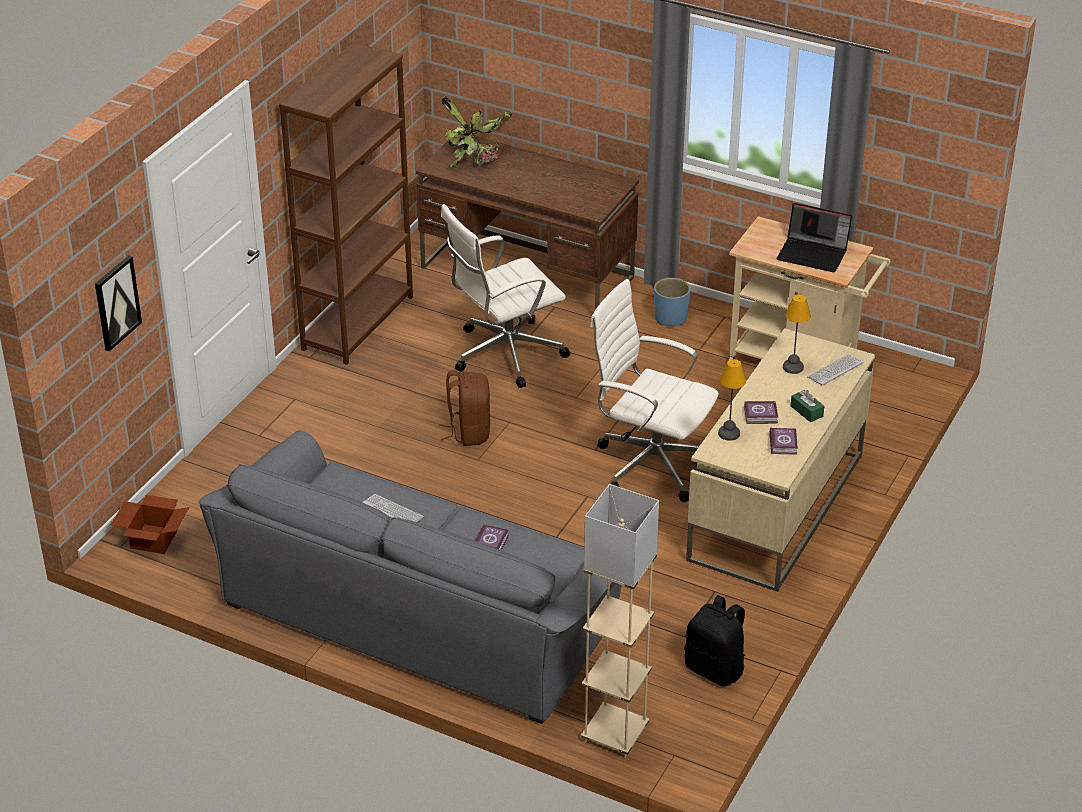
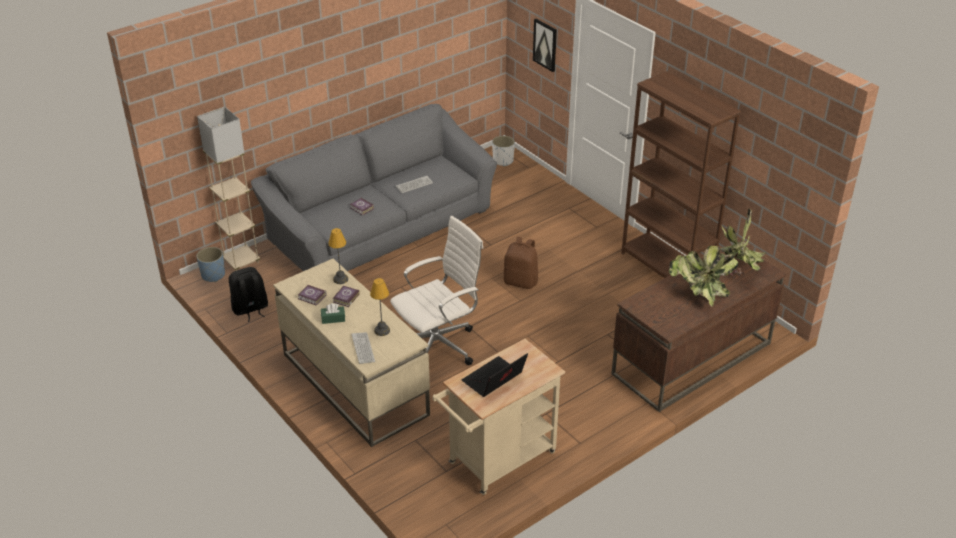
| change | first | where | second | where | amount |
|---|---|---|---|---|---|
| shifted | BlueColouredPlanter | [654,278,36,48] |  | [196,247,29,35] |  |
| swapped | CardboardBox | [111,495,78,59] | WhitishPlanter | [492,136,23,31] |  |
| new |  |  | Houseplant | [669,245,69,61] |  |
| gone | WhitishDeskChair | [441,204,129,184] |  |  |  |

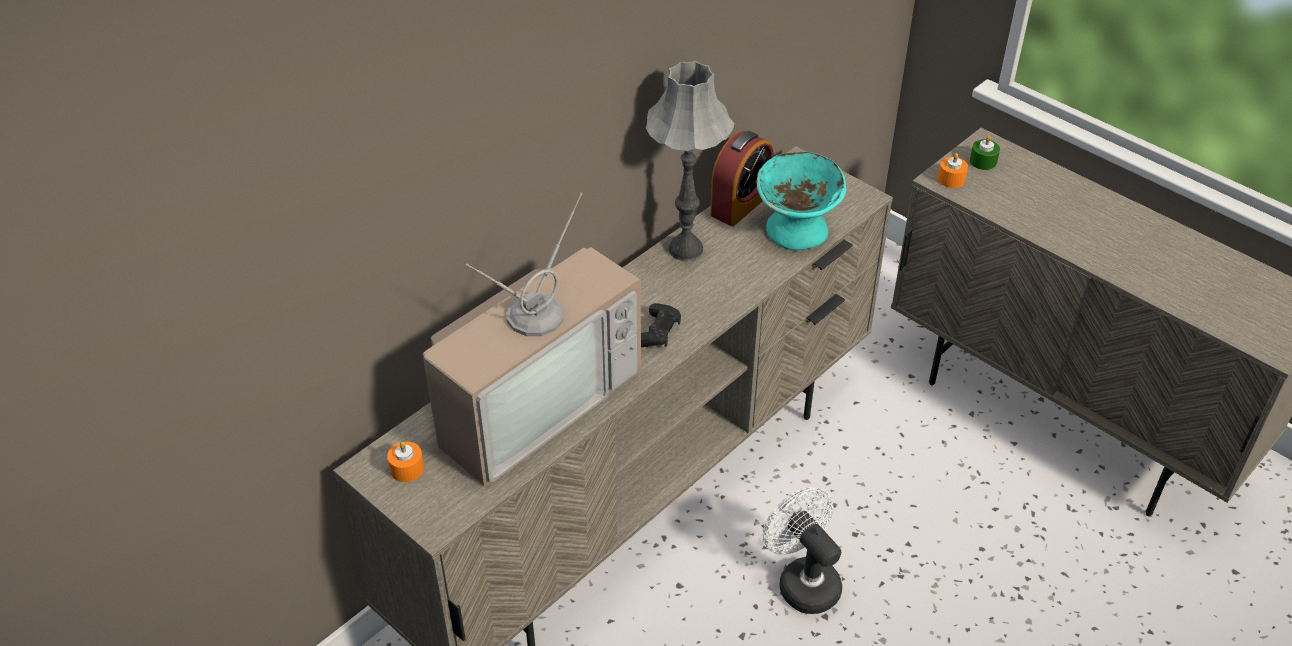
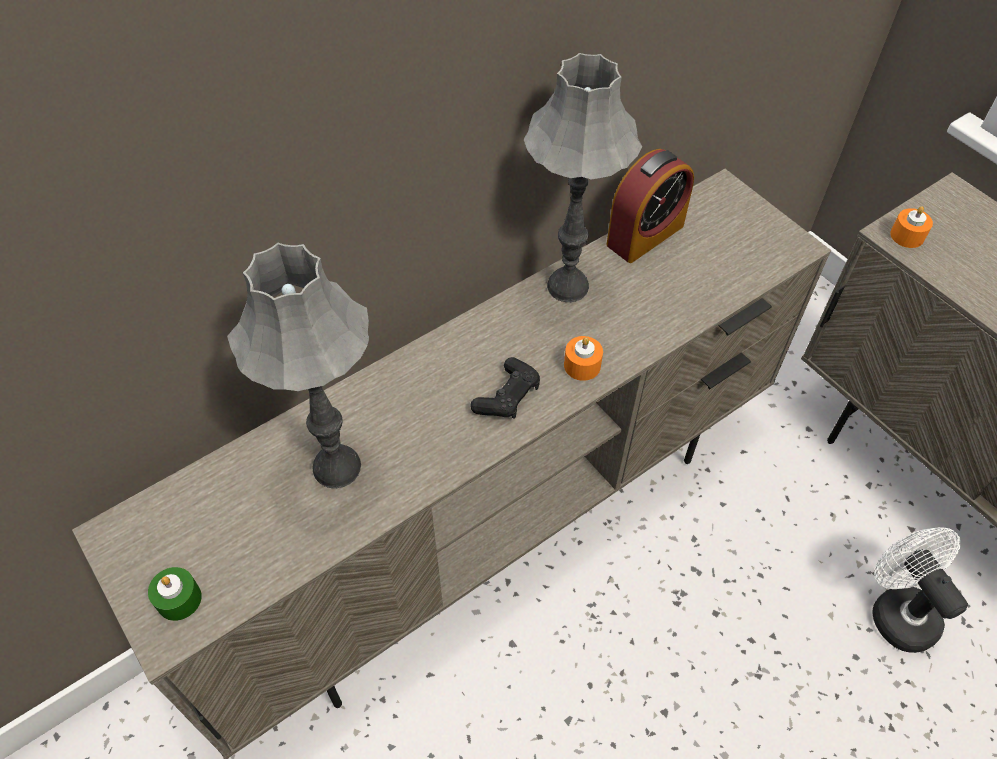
| change | first | where | second | where | amount |
|---|---|---|---|---|---|
| shifted | GreenishWaxLight | [970,135,30,35] |  | [148,567,54,54] |  |
| swapped | Tv | [423,192,218,294] | GrayTableLamp | [227,243,142,245] |  |
| shifted | OrangeyWaxLight | [387,441,37,41] |  | [564,336,39,45] |  |
| shifted | WhitishElectricFan | [763,487,79,127] |  | [873,527,95,126] |  |
| gone | TurquoiseServingBowl | [757,152,89,98] |  |  |  |

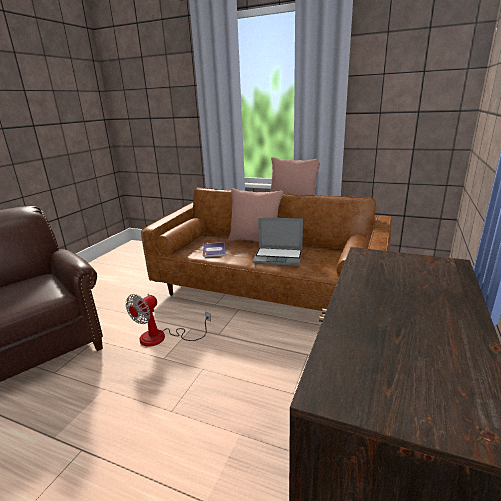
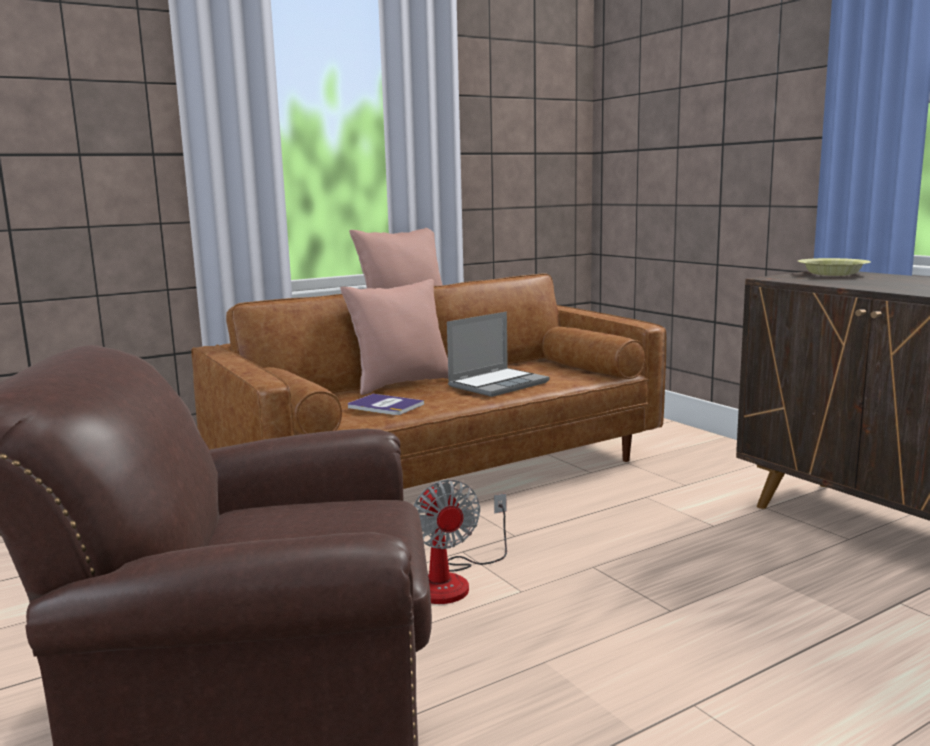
| change | first | where | second | where | amount |
|---|---|---|---|---|---|
| new |  |  | YellowishServingBowl | [798,258,73,18] |  |

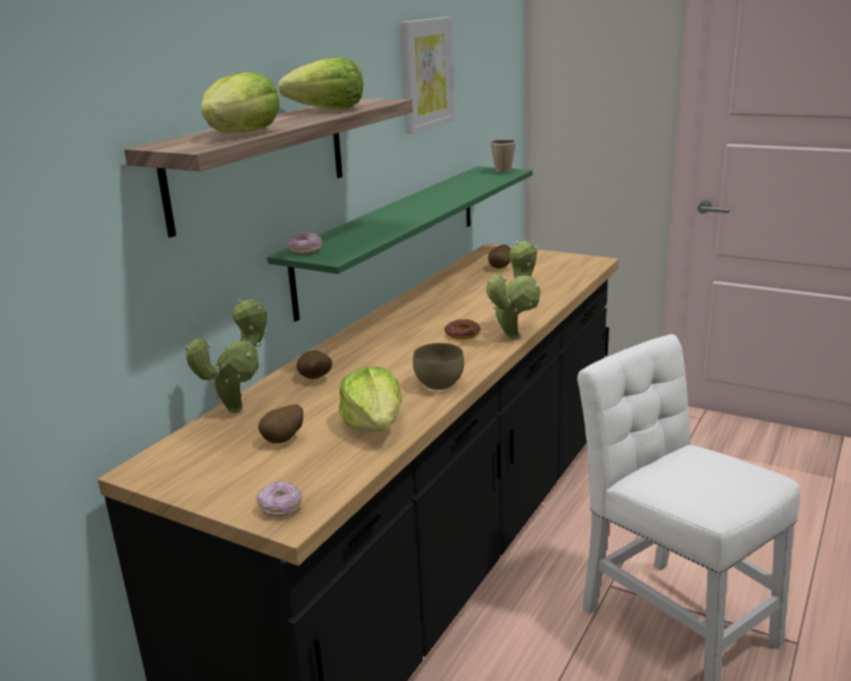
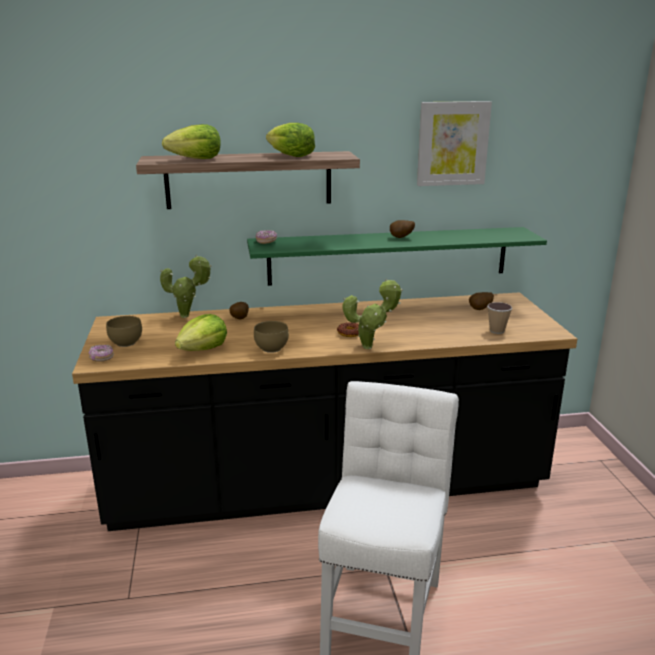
| change | first | where | second | where | amount |
|---|---|---|---|---|---|
| new |  |  | BrownServingBowl | [106,316,36,31] |  |
| shifted | Potato | [258,404,45,39] |  | [390,220,25,18] |  |
| shifted | SmallCup | [490,140,26,33] |  | [487,302,25,32] |  |

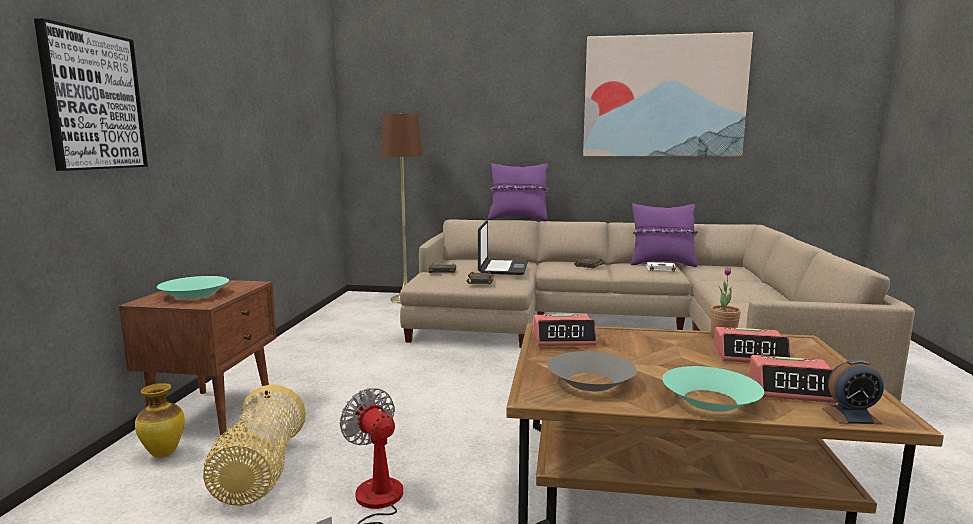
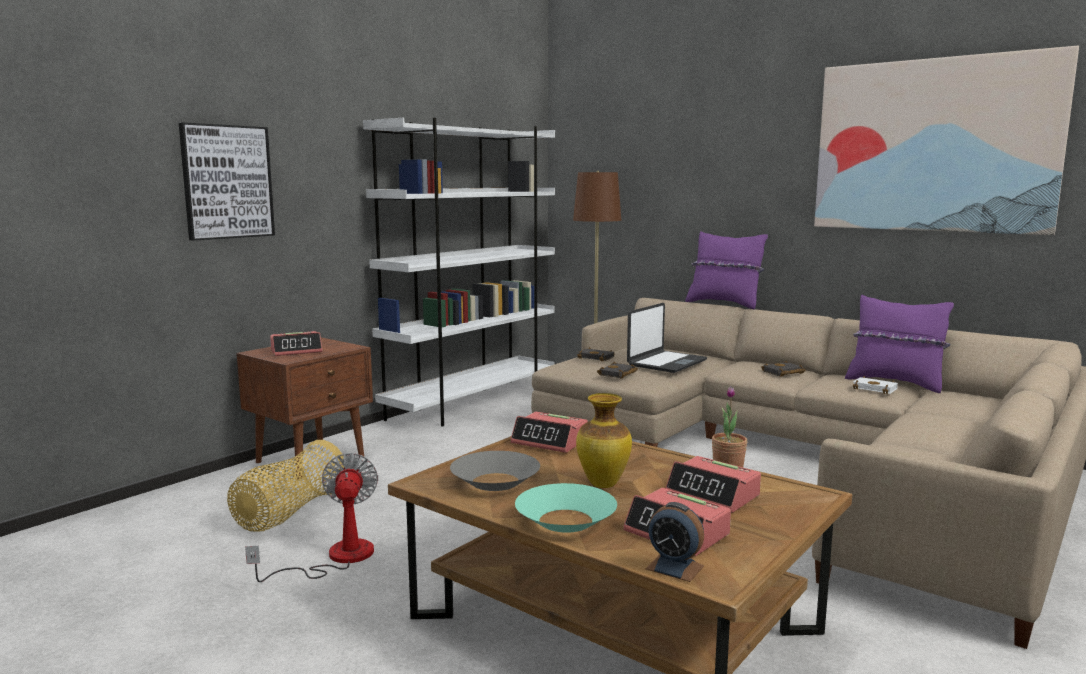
| change | first | where | second | where | amount |
|---|---|---|---|---|---|
| swapped | TurquoiseServingBowl | [157,276,72,23] | TableClock | [270,331,52,25] |  |
| new |  |  | WhitishShelvingUnit | [363,118,192,308] |  |
| shifted | DecorativeVase | [135,383,50,75] |  | [576,393,56,95] |  |

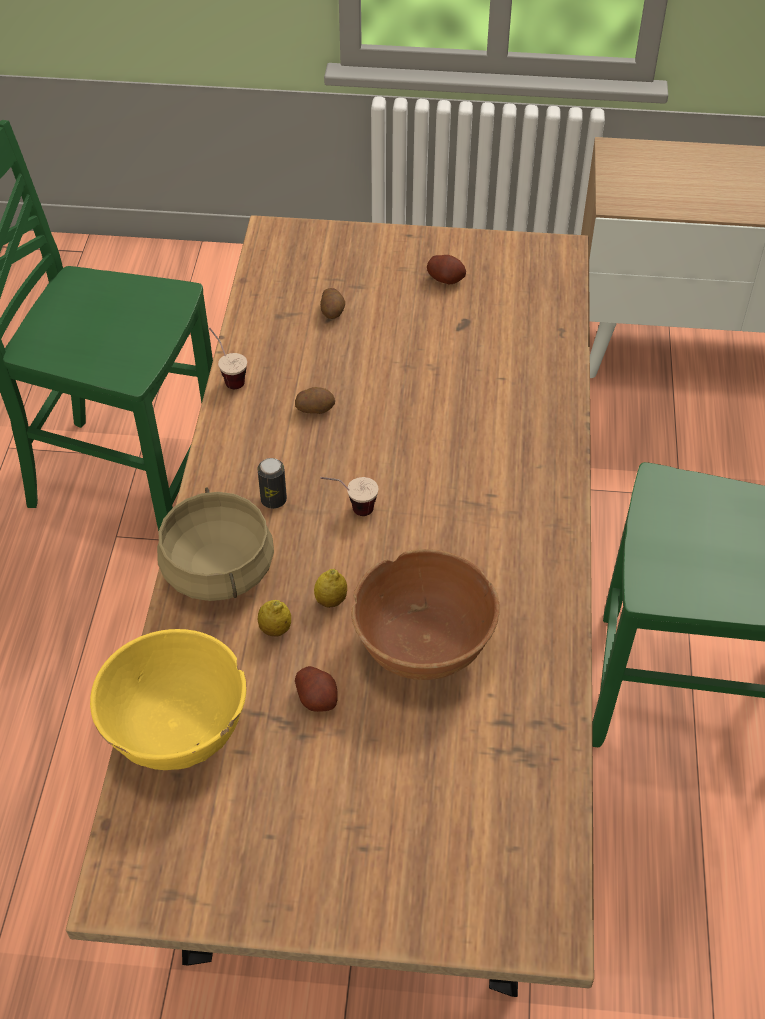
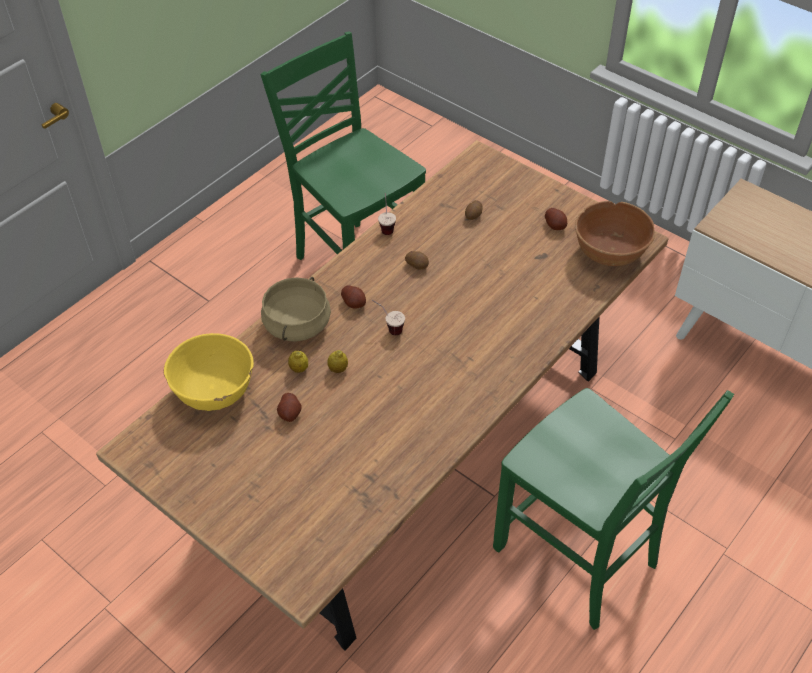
| change | first | where | second | where | amount |
|---|---|---|---|---|---|
| swapped | SealedCan | [257,458,30,51] | Potato | [341,285,25,24] |  |
| shifted | BrownServingBowl | [351,549,148,131] |  | [575,201,80,65] |  |

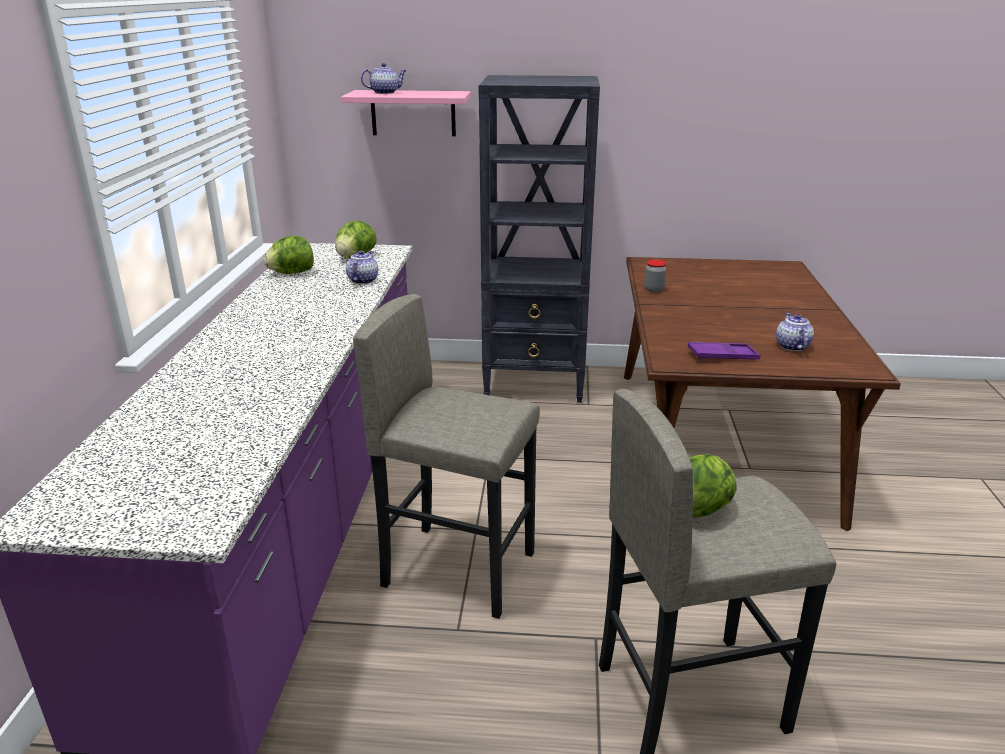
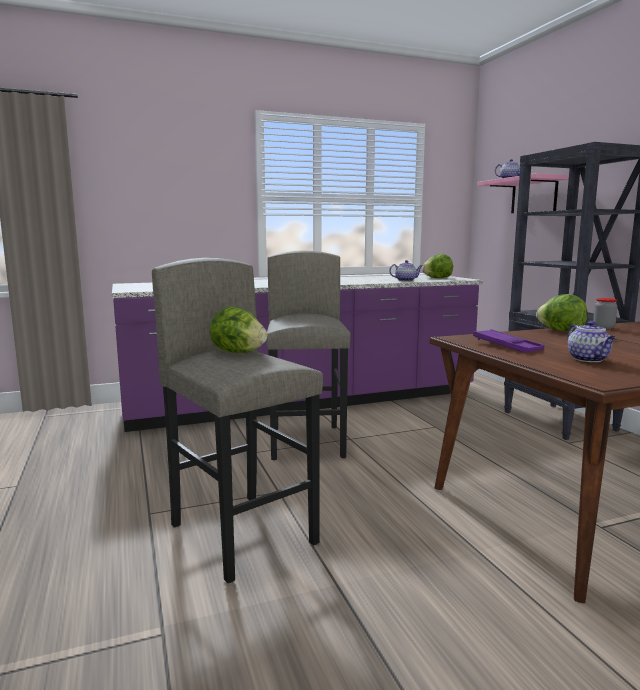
| change | first | where | second | where | amount |
|---|---|---|---|---|---|
| shifted | LettuceHead | [264,236,50,38] |  | [536,294,52,38] |  |
| rotated | TeaPot | [776,312,38,39] |  | [568,321,48,41] | 105 degrees clockwise |

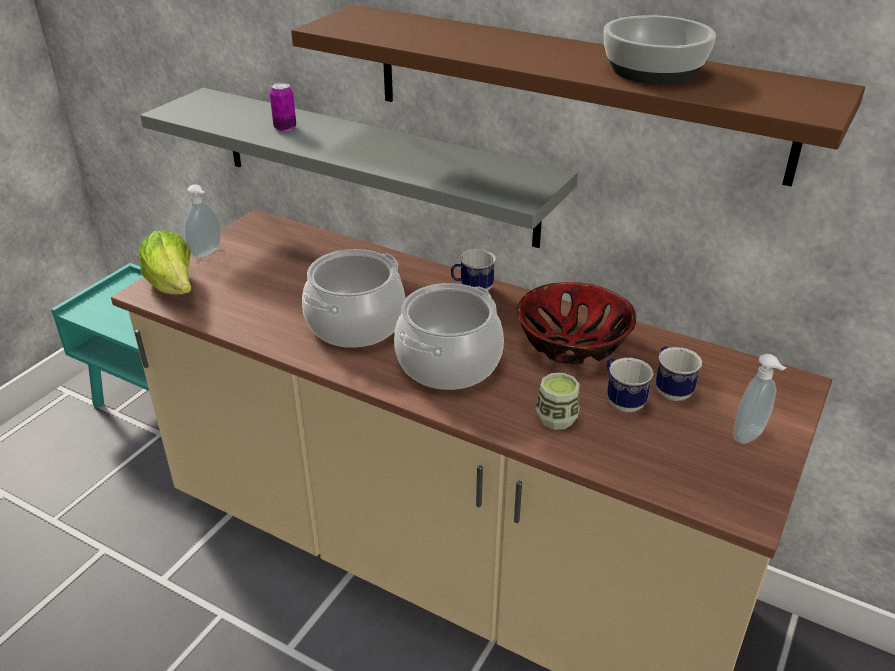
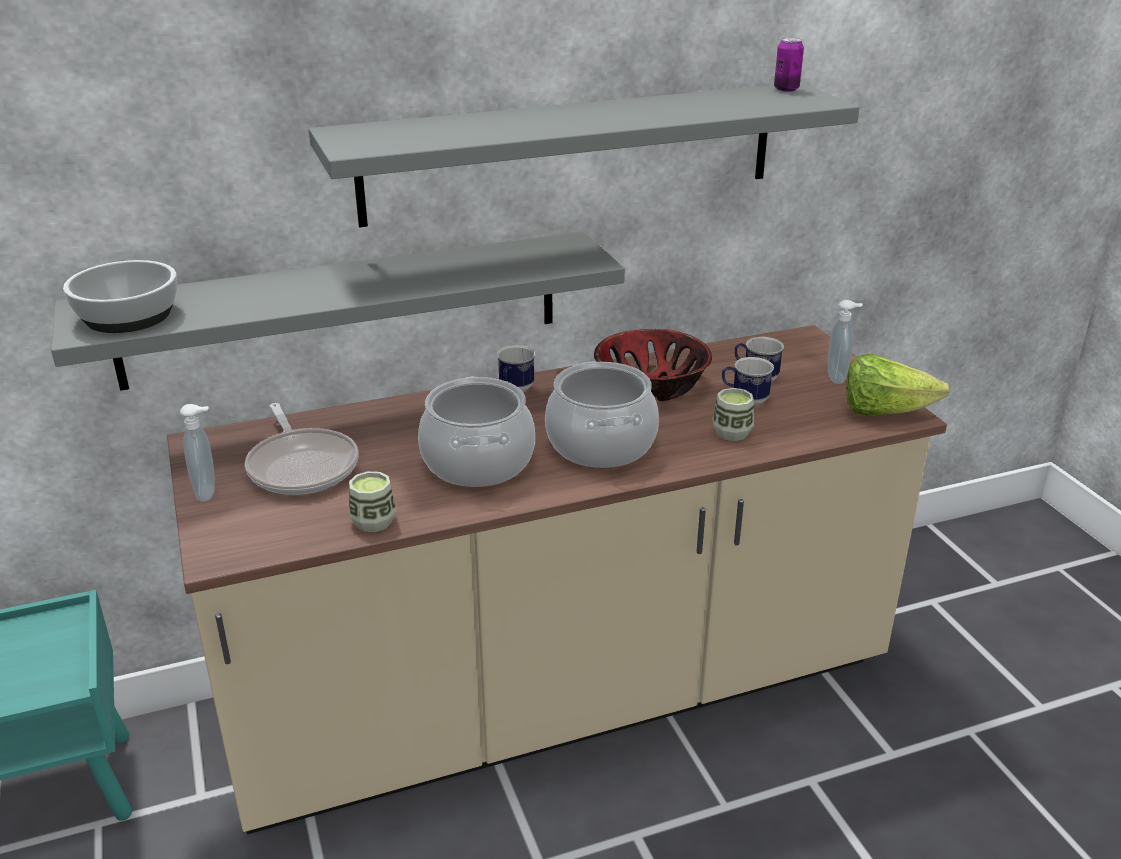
| change | first | where | second | where | amount |
|---|---|---|---|---|---|
| shifted | ServingBowl | [604,15,112,69] |  | [63,260,114,73] |  |
| new |  |  | Skillet | [245,403,113,92] |  |
| repainted | BrownWallShelf | [291,5,574,181] | GrayWallShelf | [309,82,550,146] |  |
| new |  |  | SmallCup | [349,471,47,61] |  |
| shifted | SealedCan | [269,83,27,48] |  | [774,37,30,55] |  |
| shifted | LettuceHead | [138,230,53,65] |  | [846,354,104,62] |  |

